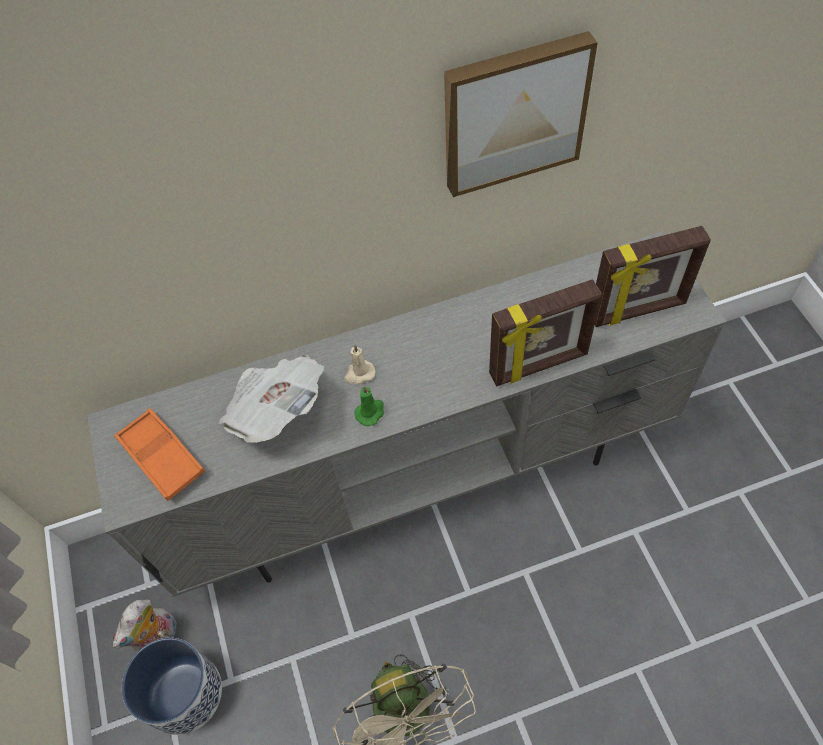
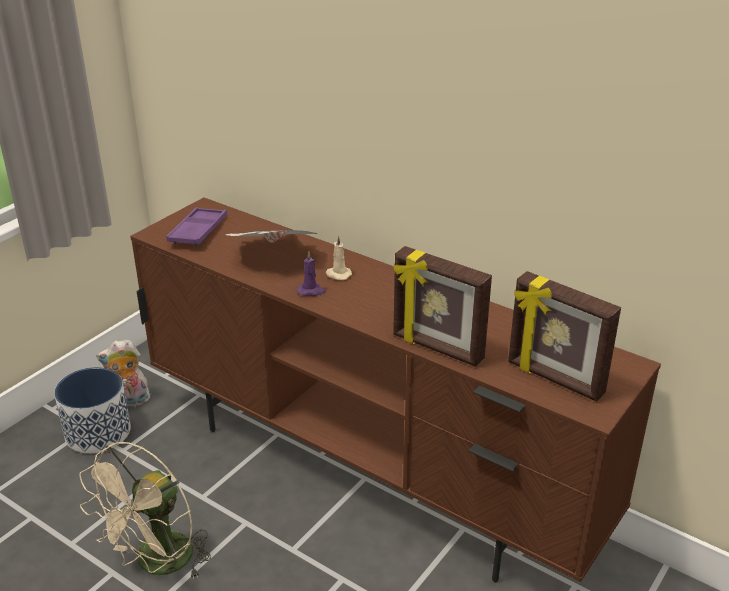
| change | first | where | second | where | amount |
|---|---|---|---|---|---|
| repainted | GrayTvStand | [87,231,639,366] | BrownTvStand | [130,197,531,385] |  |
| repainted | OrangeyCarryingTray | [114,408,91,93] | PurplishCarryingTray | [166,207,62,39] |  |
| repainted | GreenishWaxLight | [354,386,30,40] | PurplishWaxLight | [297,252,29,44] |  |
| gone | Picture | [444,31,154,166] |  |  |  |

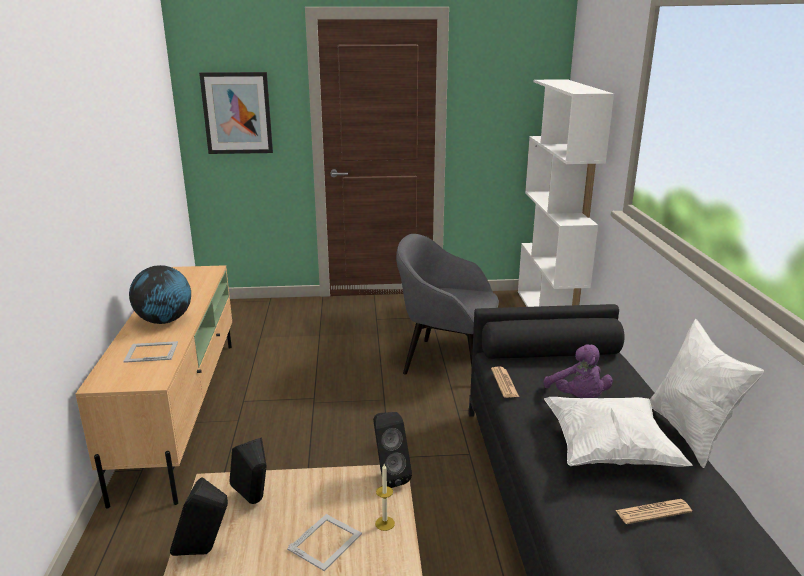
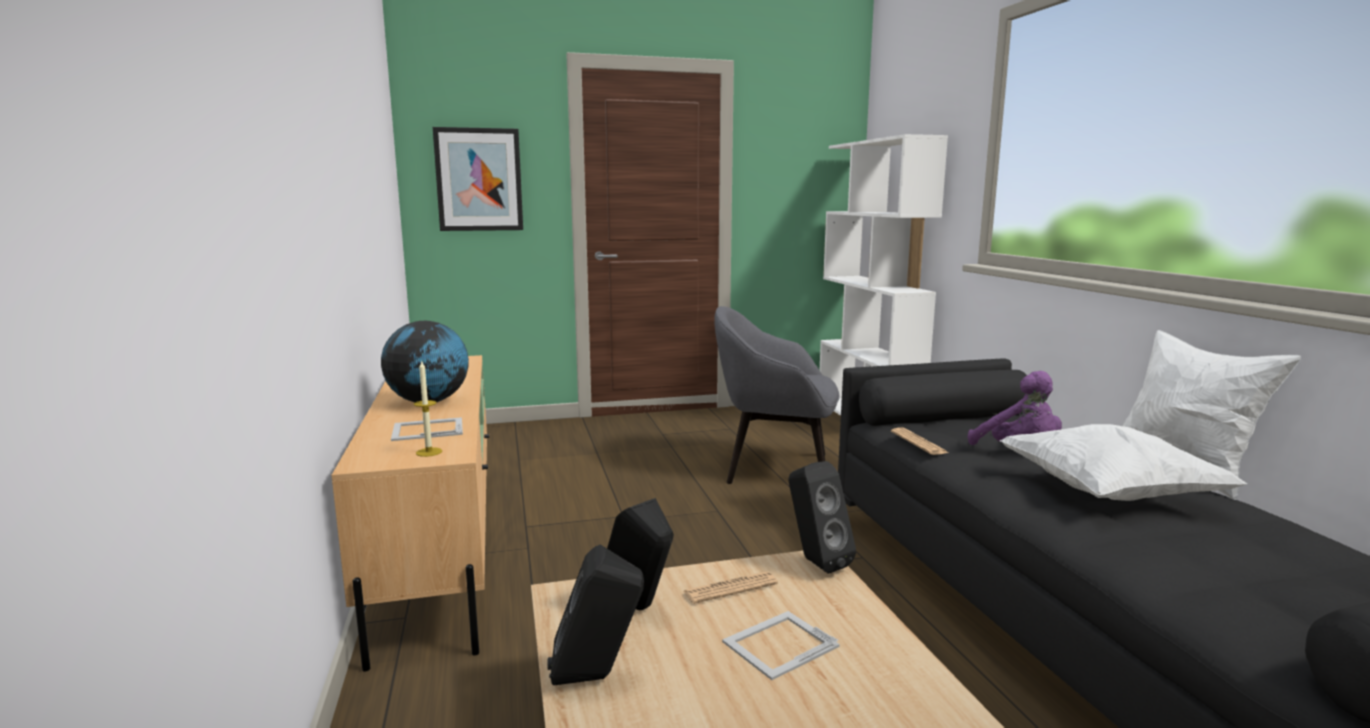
| change | first | where | second | where | amount |
|---|---|---|---|---|---|
| shifted | WaxLight | [375,464,20,67] |  | [414,360,28,97] |  |
| shifted | DailyPaper | [615,499,77,25] |  | [683,571,95,33] |  |
| rotated | PictureFrame | [287,514,75,57] |  | [722,611,118,69] | 150 degrees counterclockwise |

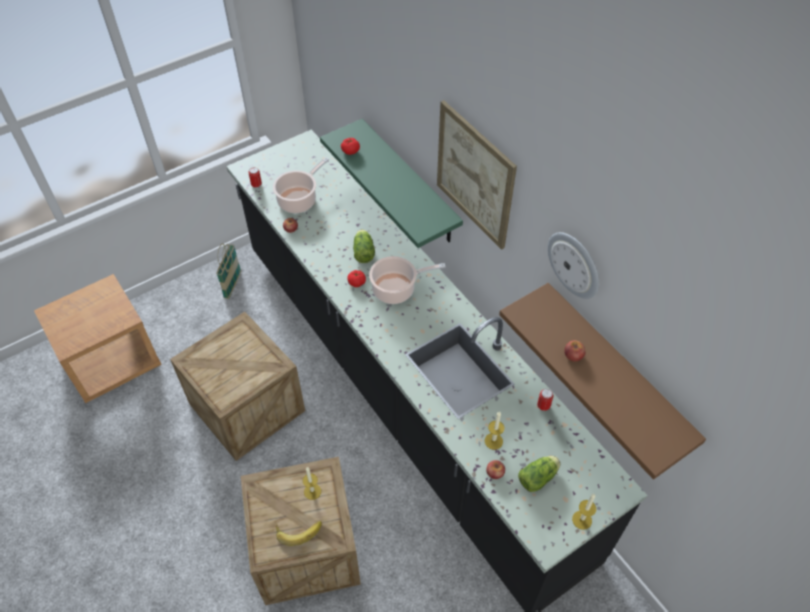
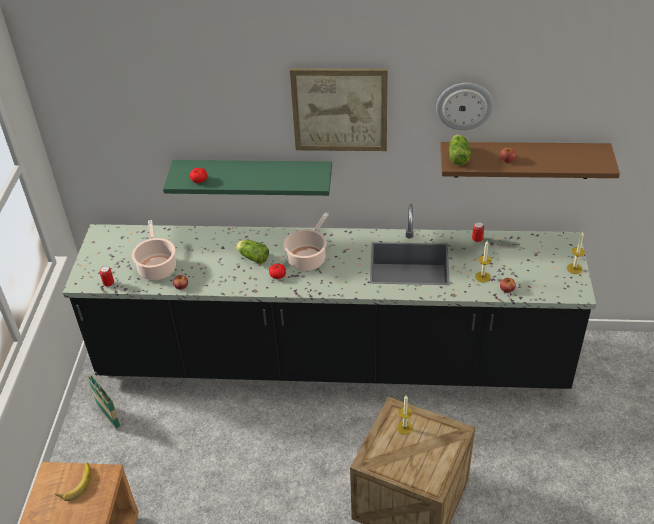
| change | first | where | second | where | amount |
|---|---|---|---|---|---|
| shifted | WholeBanana | [276,521,46,25] |  | [55,463,36,38] |  |
| shifted | LettuceHead | [518,456,43,36] |  | [449,135,22,31] |  |
| gone | Crate | [170,312,135,149] |  |  |  |

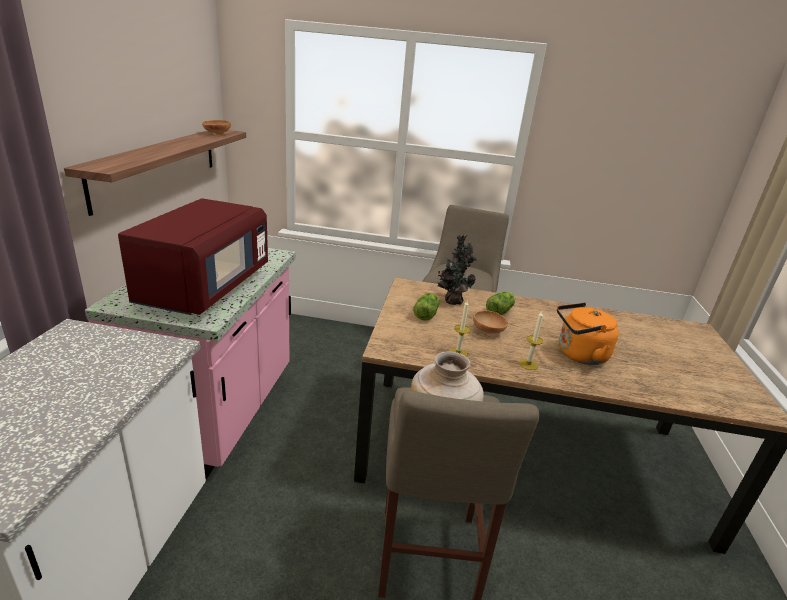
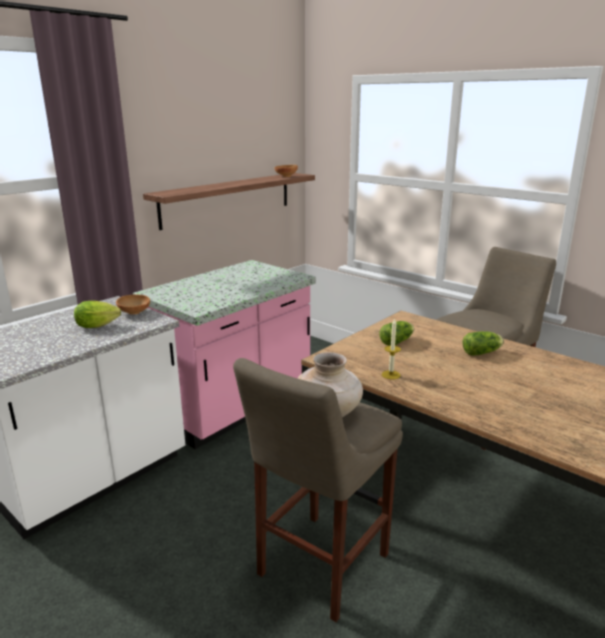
| change | first | where | second | where | amount |
|---|---|---|---|---|---|
| new |  |  | LettuceHead | [74,301,47,27] |  |
| shifted | BrownServingBowl | [473,310,35,24] |  | [116,295,34,19] |  |
| gone | RedMicrowaveOven | [118,198,150,117] |  |  |  |
| gone | Houseplant | [437,235,40,70] |  |  |  |
| gone | WaxLight | [519,311,24,59] |  |  |  |
| gone | OrangeyKettle | [557,302,62,63] |  |  |  |

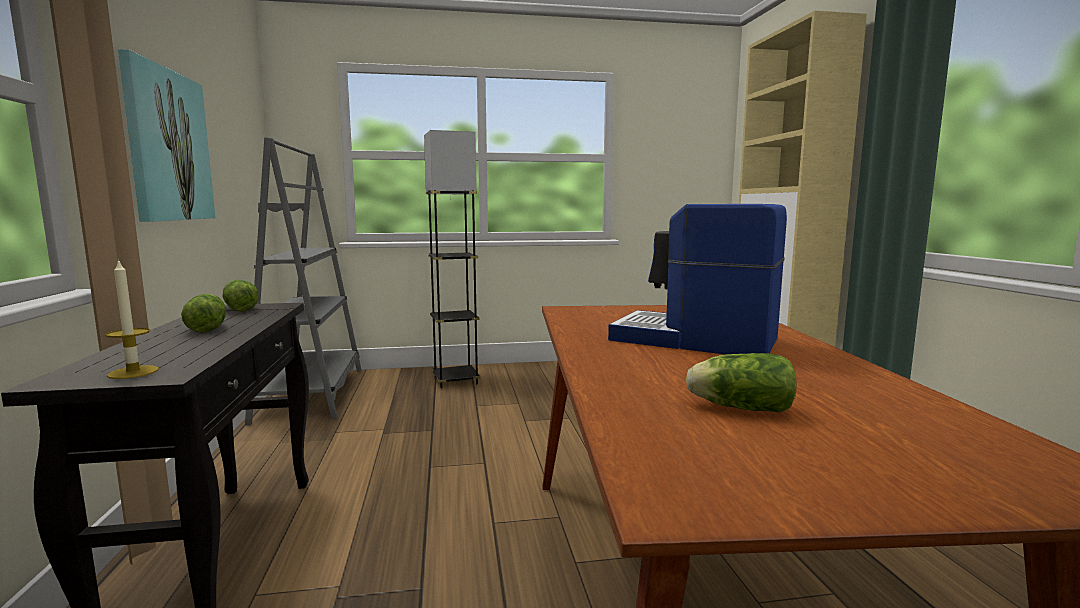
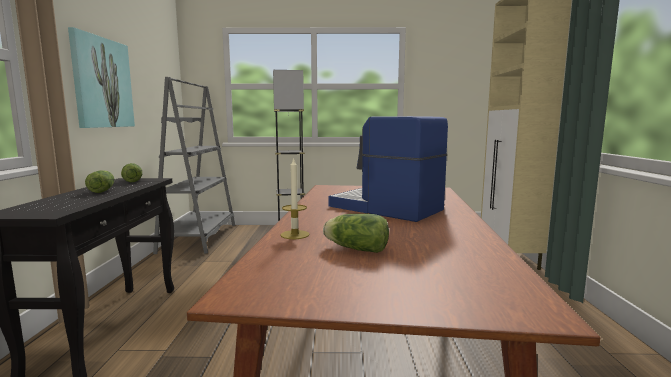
| change | first | where | second | where | amount |
|---|---|---|---|---|---|
| shifted | WaxLight | [105,259,54,120] |  | [280,157,29,82] |  |

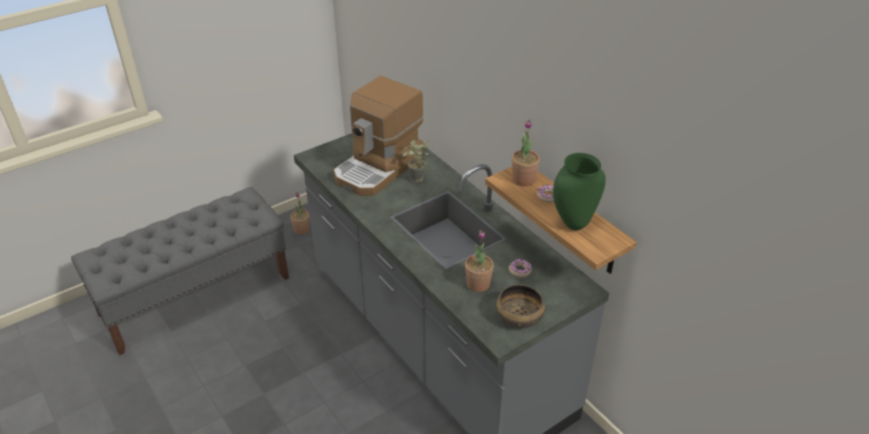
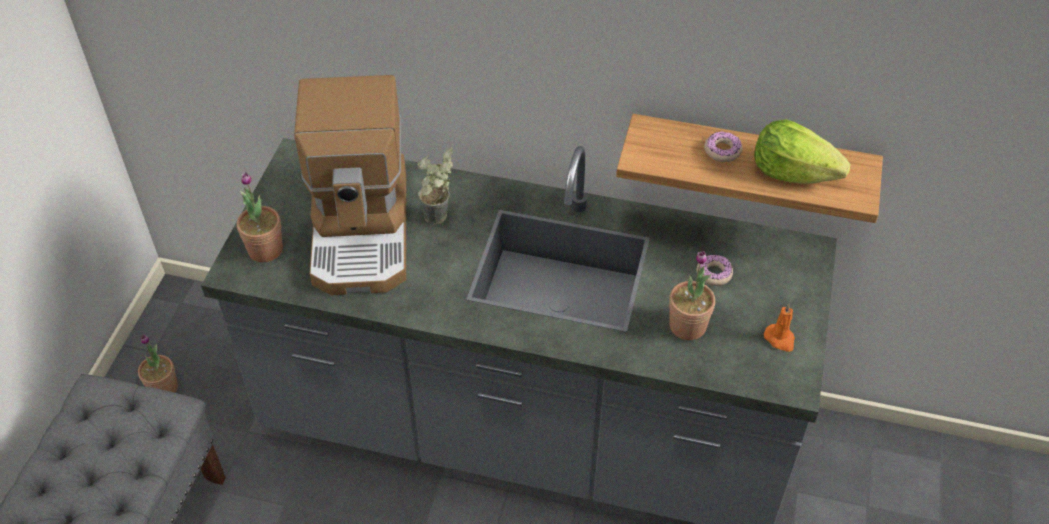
| change | first | where | second | where | amount |
|---|---|---|---|---|---|
| shifted | Houseplant | [512,120,28,67] |  | [237,172,46,90] |  |
| swapped | GreenishDecorativeVase | [553,153,53,77] | LettuceHead | [754,119,97,65] |  |
| swapped | ServingBowl | [496,284,49,44] | OrangeyWaxLight | [764,303,31,49] |  |

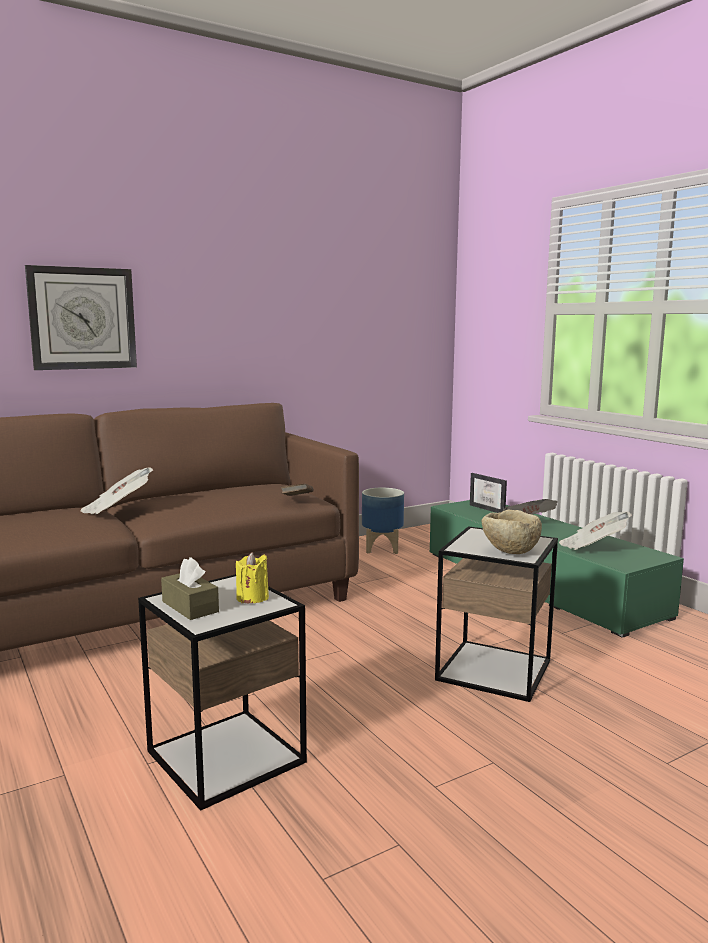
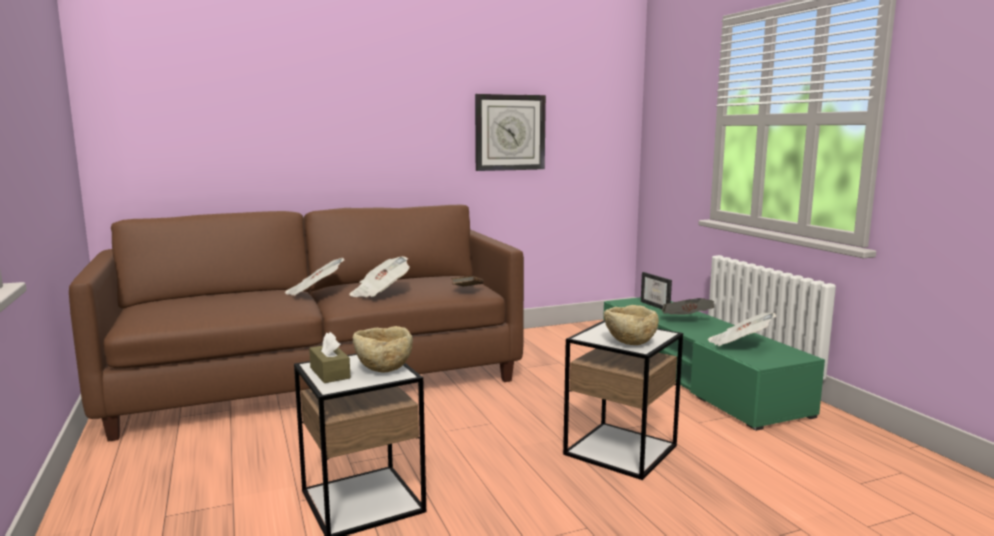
| change | first | where | second | where | amount |
|---|---|---|---|---|---|
| new |  |  | DailyPaper | [350,256,60,41] |  |
| swapped | YellowishWaxLight | [236,552,33,51] | BeigeColouredServingBowl | [353,326,60,46] |  |
| shifted | WallClock | [25,265,112,105] |  | [475,94,71,77] |  |
| gone | Planter | [362,488,42,66] |  |  |  |

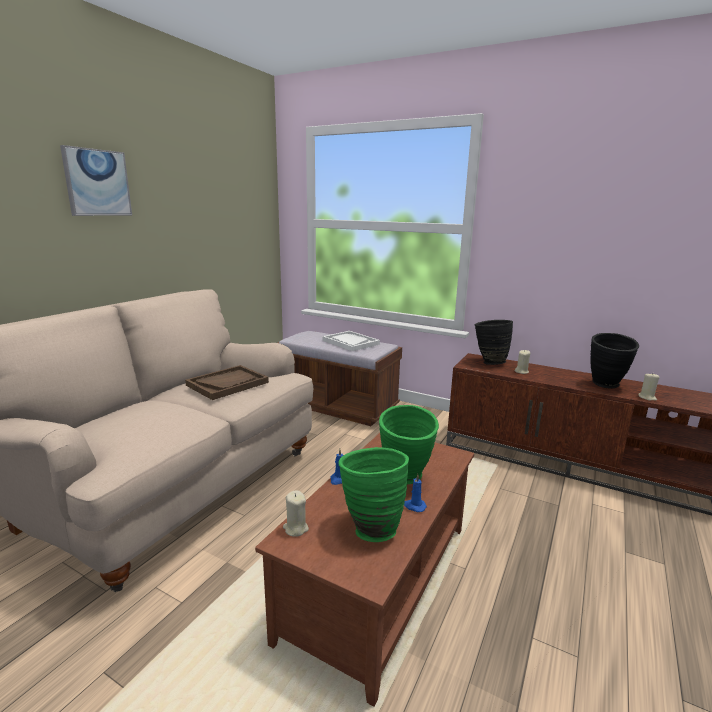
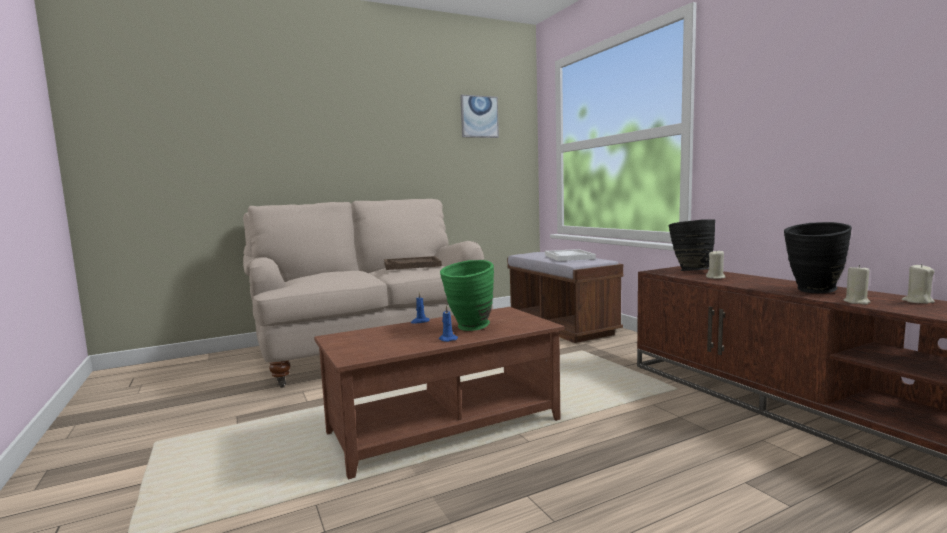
| change | first | where | second | where | amount |
|---|---|---|---|---|---|
| shifted | Picture | [60,145,72,71] |  | [460,95,39,43] |  |
| shifted | BeigeColouredWaxLight | [283,490,26,47] |  | [902,264,33,40] |  |
| gone | GreenishDecorativeVase | [338,447,71,95] |  |  |  |

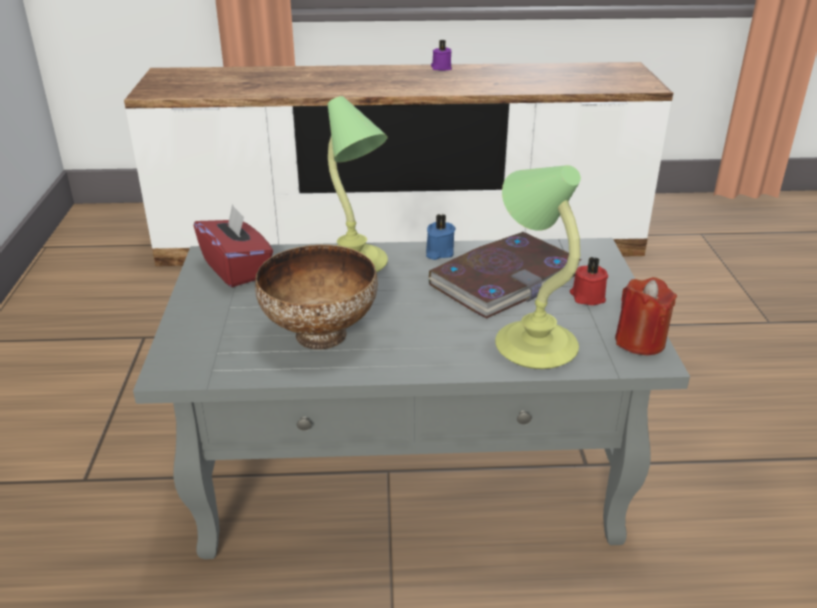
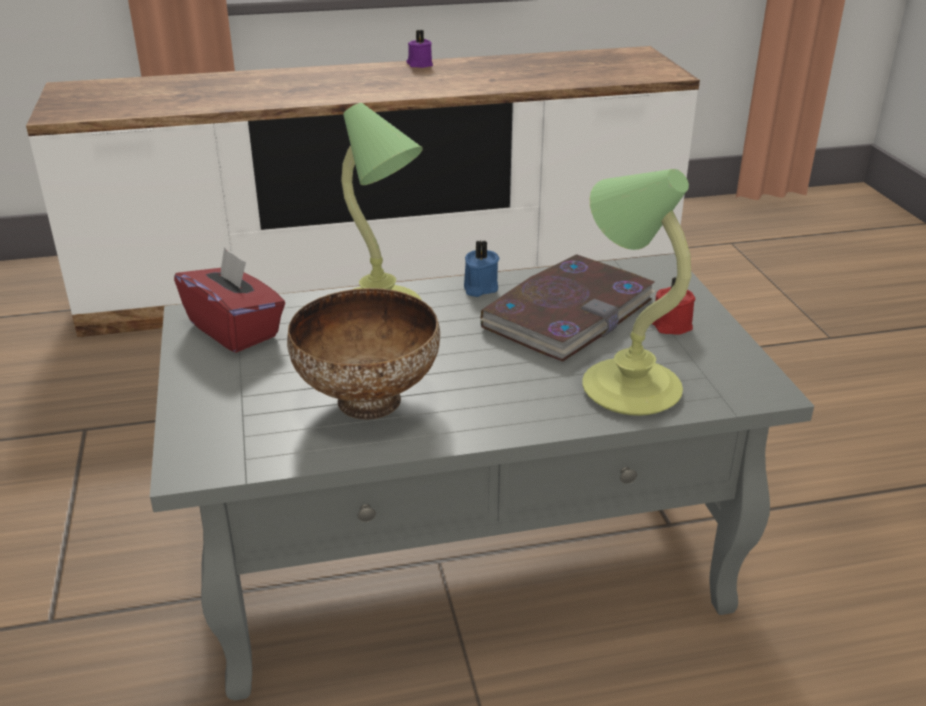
| change | first | where | second | where | amount |
|---|---|---|---|---|---|
| gone | RedWaxLight | [615,277,62,78] |  |  |  |

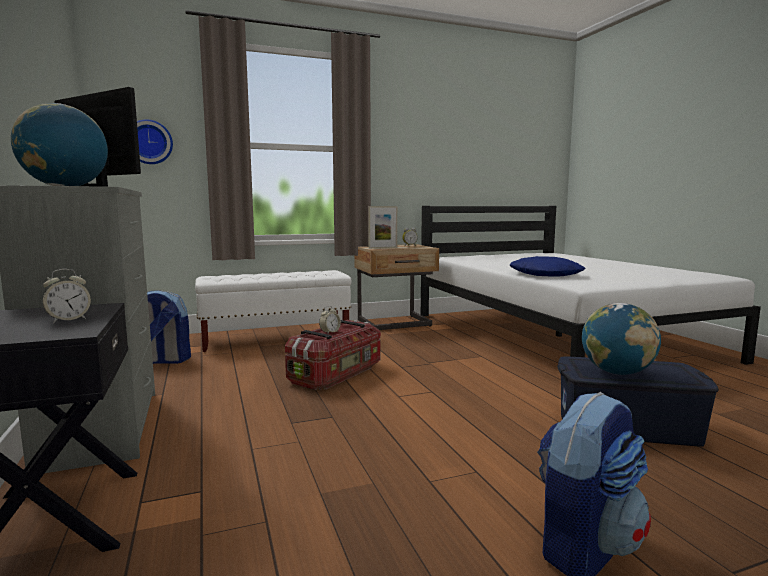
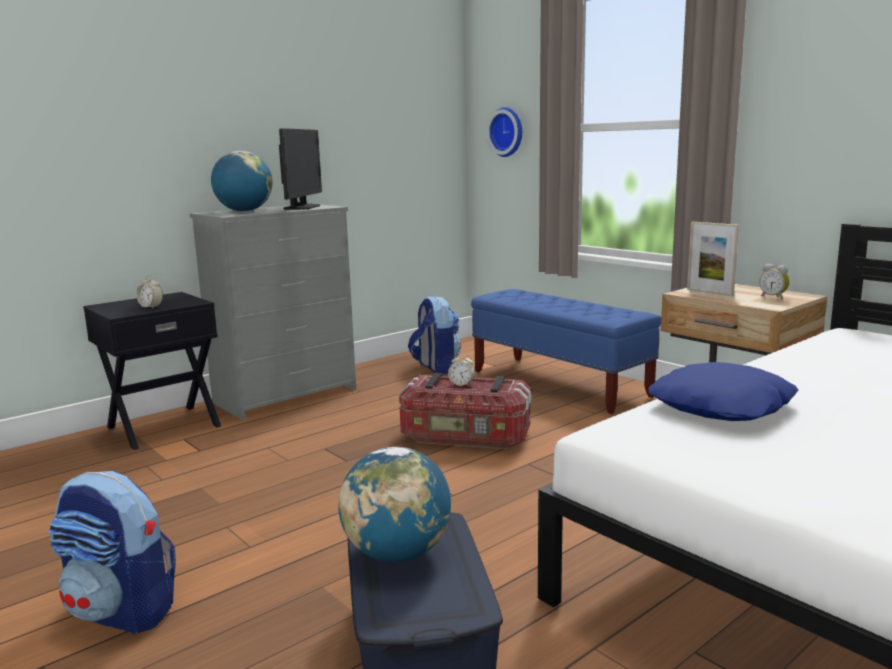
| change | first | where | second | where | amount |
|---|---|---|---|---|---|
| repainted | WhitishBench | [195,270,156,82] | BlueColouredBench | [471,289,190,125] |  |

